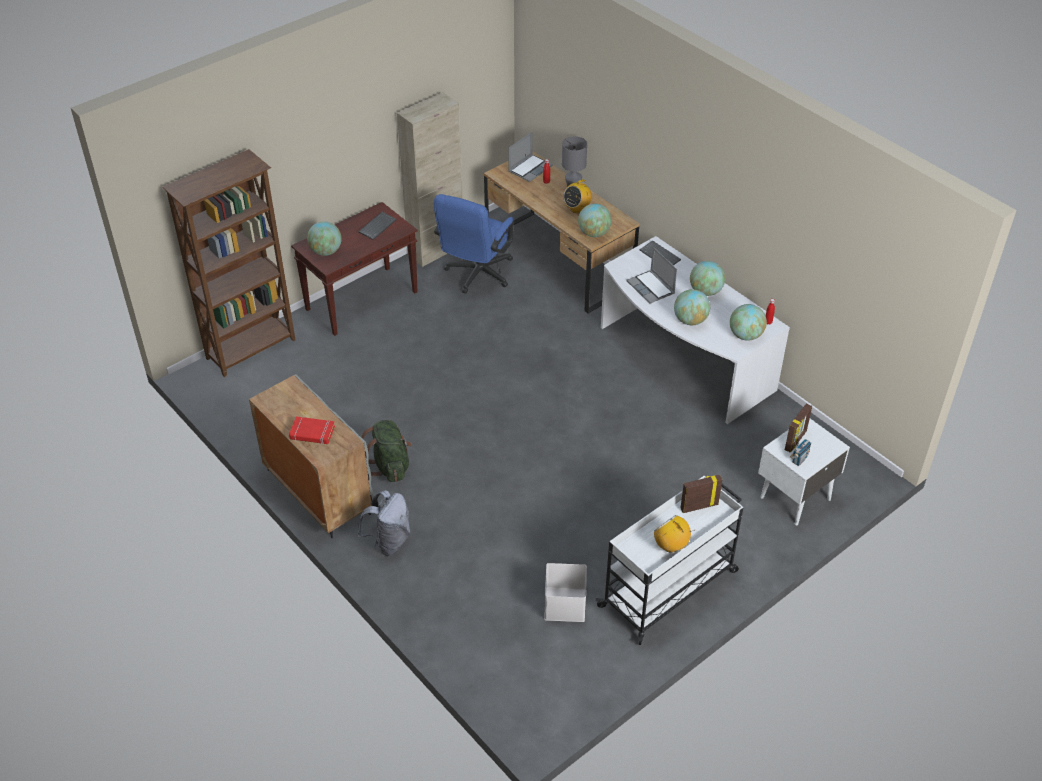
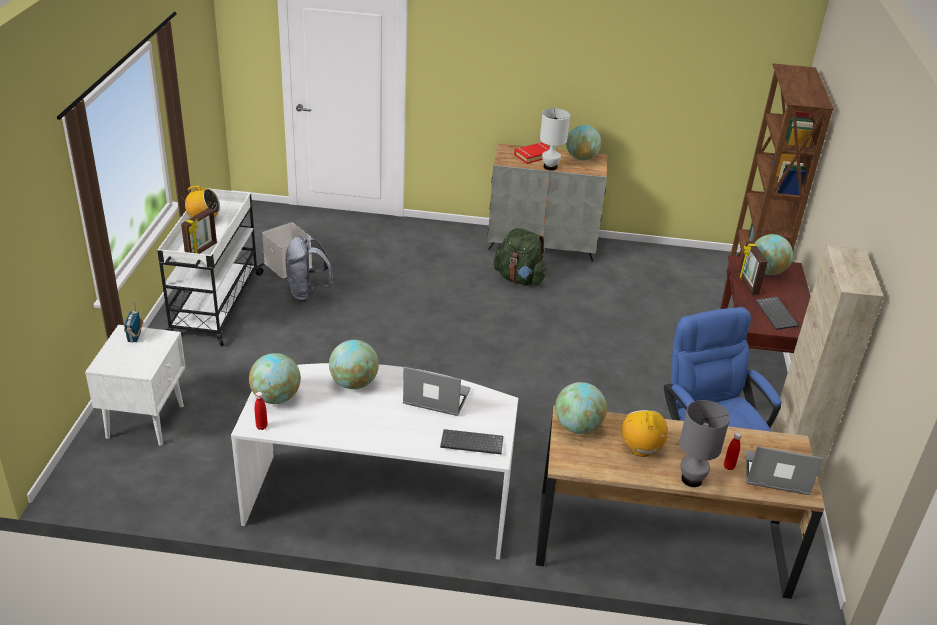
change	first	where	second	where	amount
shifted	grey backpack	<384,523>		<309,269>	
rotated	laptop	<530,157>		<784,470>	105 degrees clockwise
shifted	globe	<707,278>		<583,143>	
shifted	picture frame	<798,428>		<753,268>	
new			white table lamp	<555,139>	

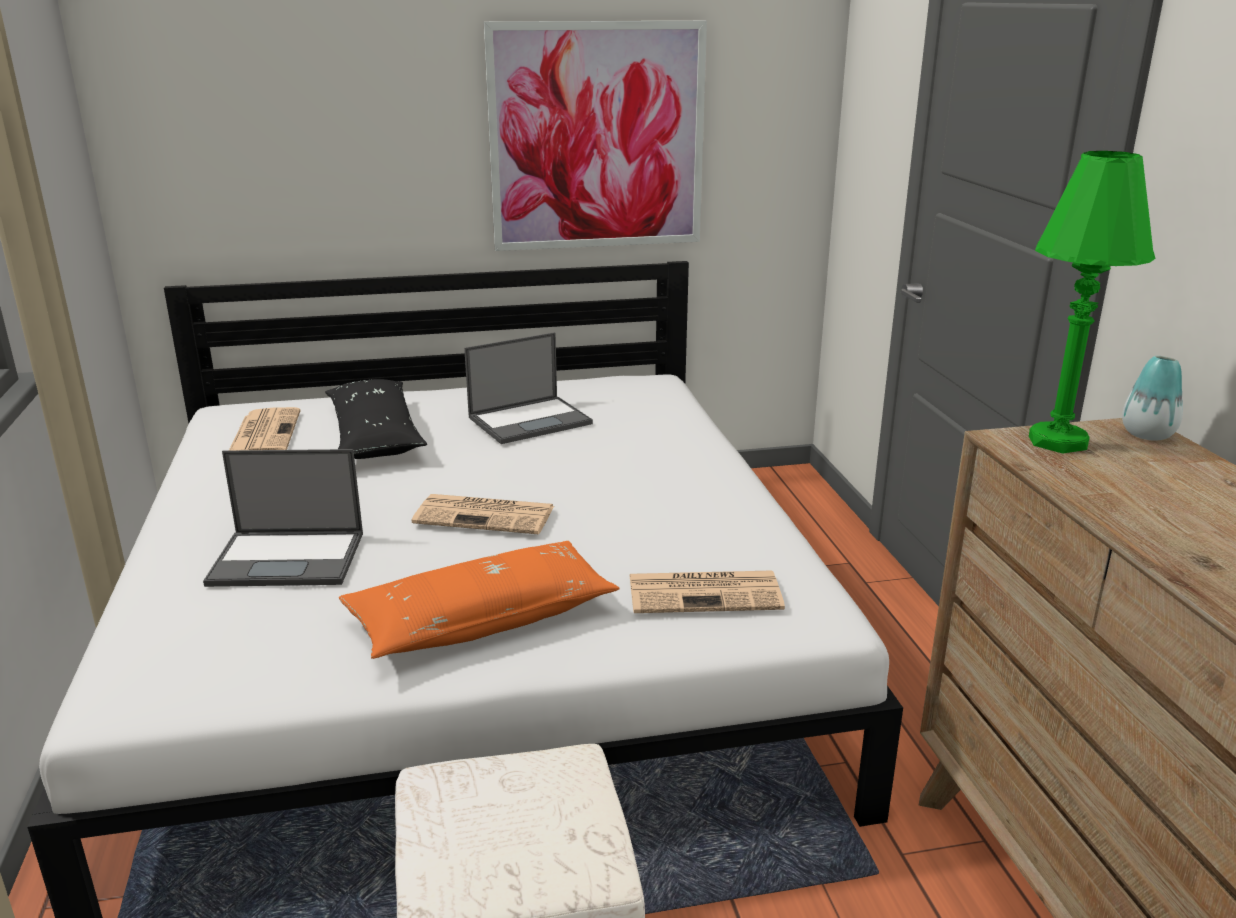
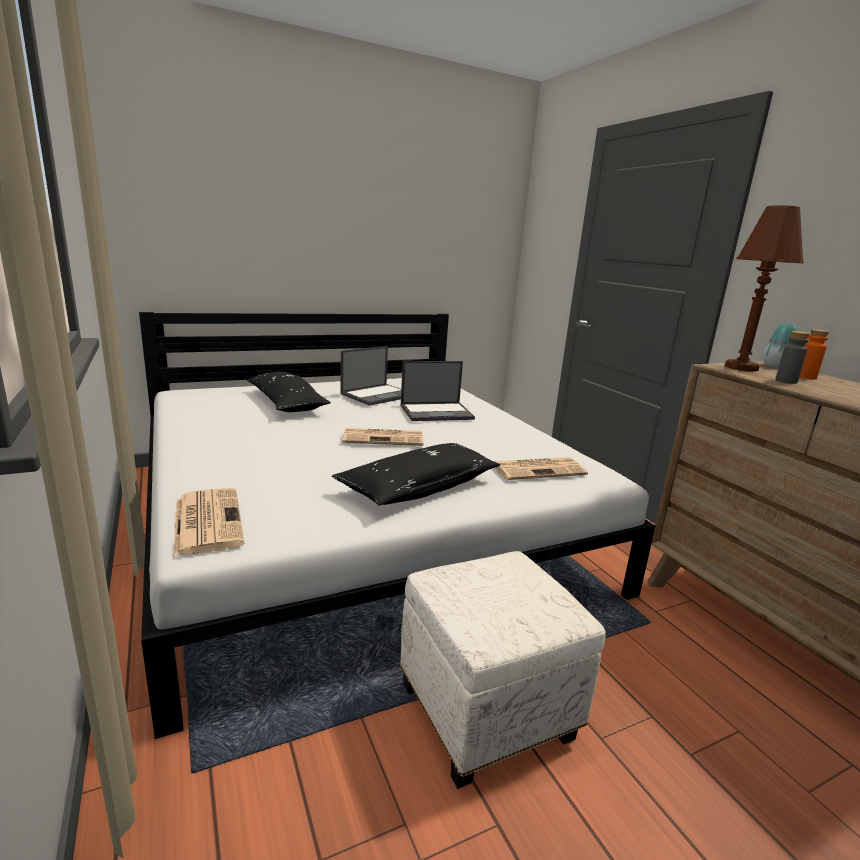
change	first	where	second	where	amount
shifted	laptop	<283,518>		<438,391>	
shifted	newspaper	<265,428>		<209,522>	
repainted	orange pillow	<479,600>	black pillow	<416,474>	
gone	picture	<595,136>			
repainted	green table lamp	<1092,302>	brown table lamp	<764,288>	
new			grey bottle	<792,357>	
new			orange bottle	<814,354>	

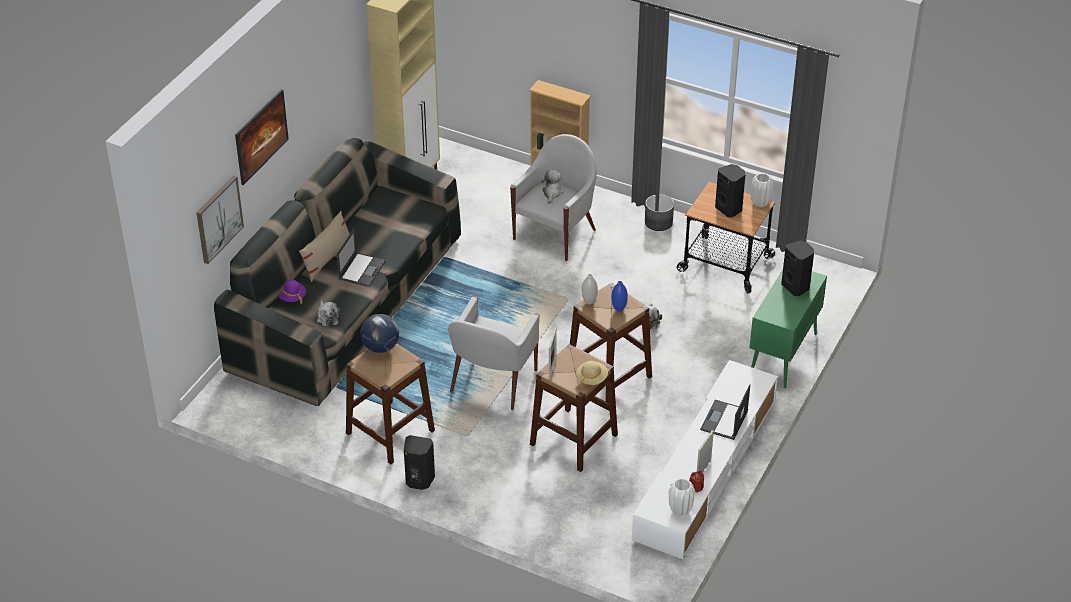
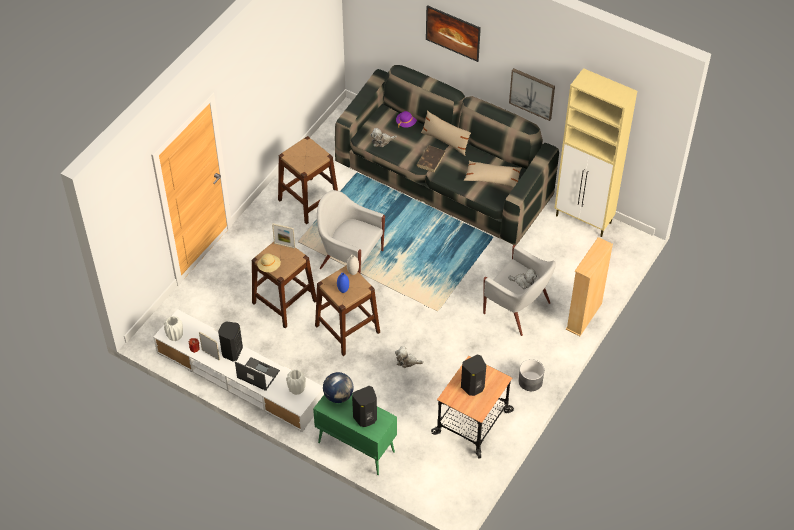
change	first	where	second	where	amount
shifted	picture	<220,220>		<532,94>	
swapped	laptop	<361,257>	brown book	<430,158>	
shifted	globe	<379,333>		<338,387>	
shifted	black speaker	<419,462>		<230,341>	
shifted	white vase	<762,190>		<296,382>	
new			beige pillow	<493,174>	

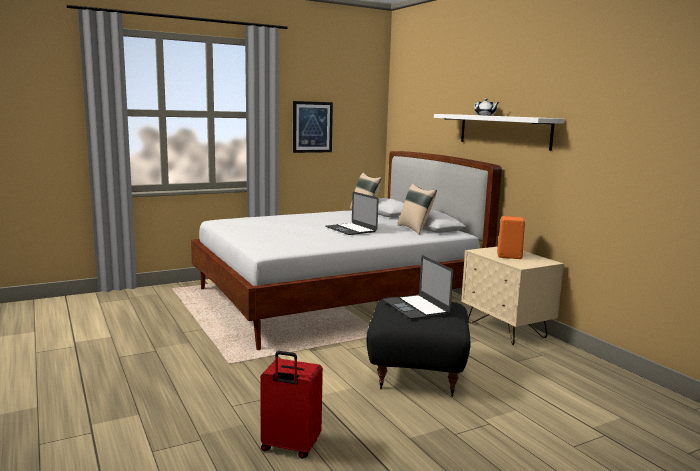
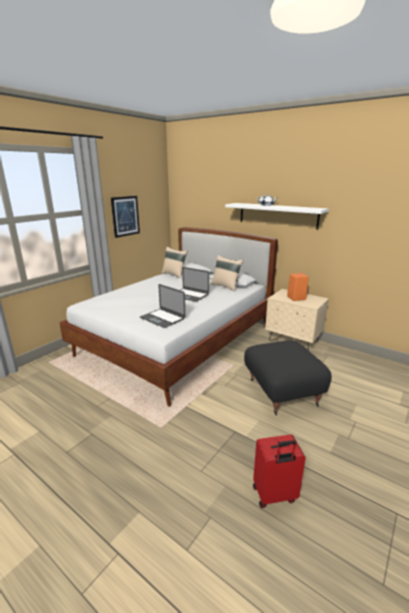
change	first	where	second	where	amount
shifted	laptop	<418,287>		<162,306>	

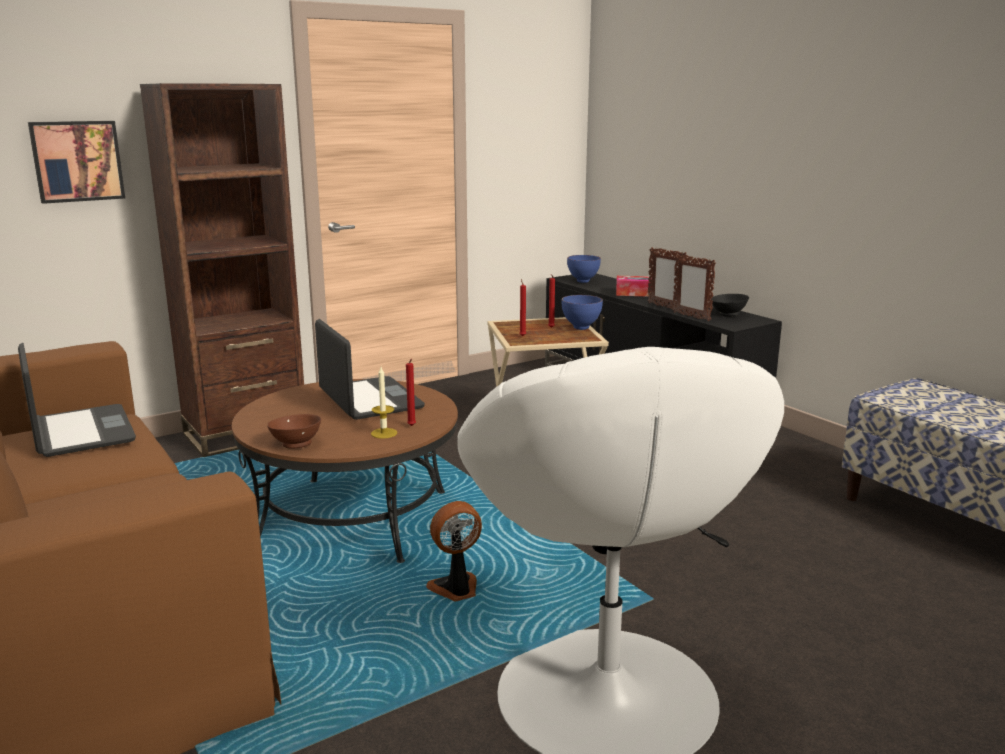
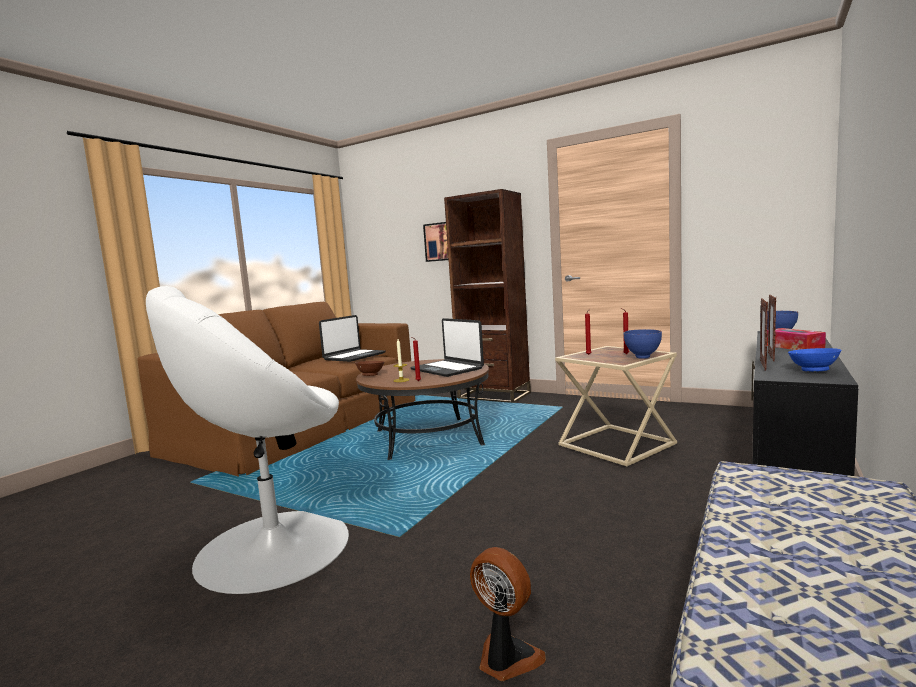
change	first	where	second	where	amount
rotated	laptop	<370,369>		<447,347>	105 degrees clockwise
shifted	fan	<454,551>		<508,614>	
repainted	black bowl	<729,305>	blue bowl	<814,360>	

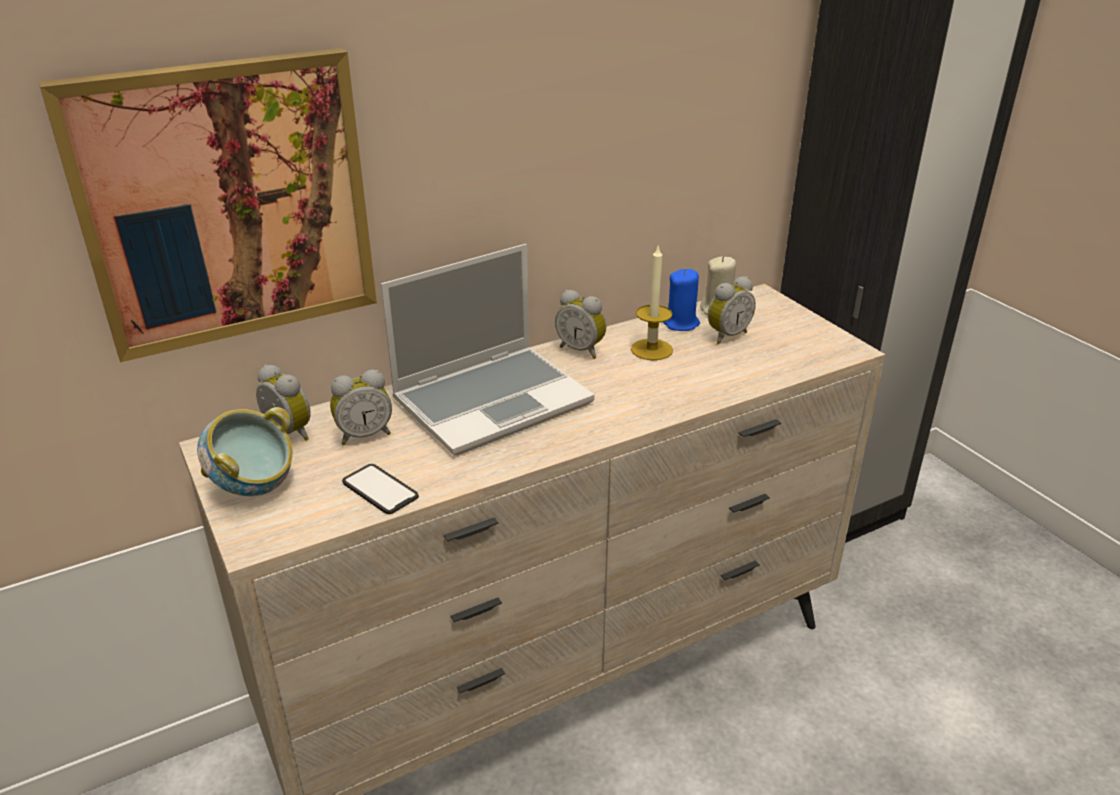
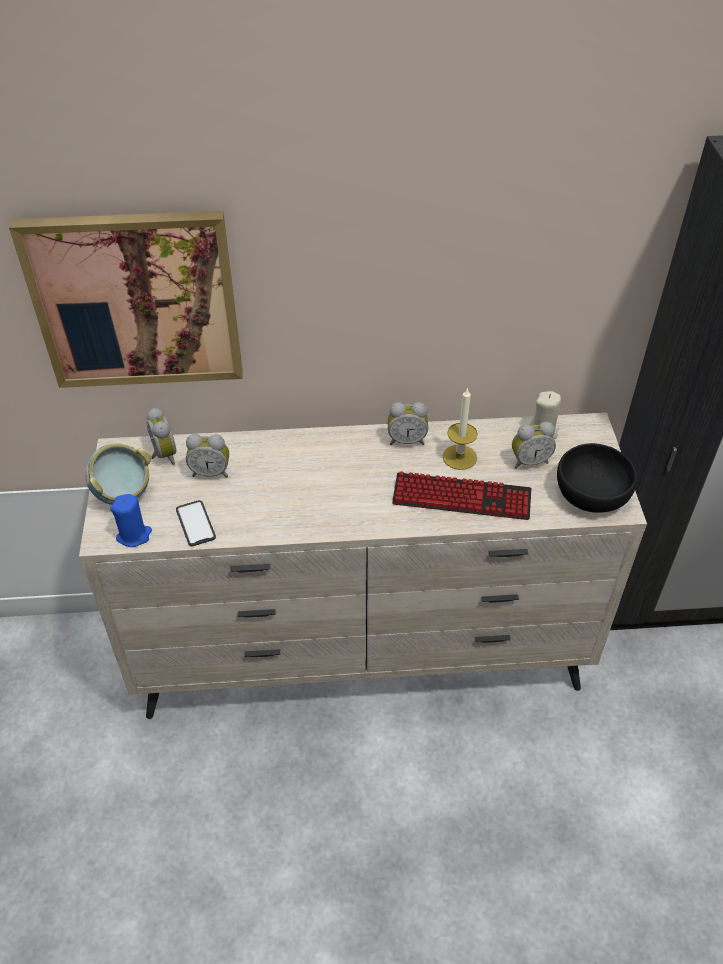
change	first	where	second	where	amount
gone	laptop	<488,350>			
rotated	alarm clock	<581,324>		<407,423>	60 degrees counterclockwise
shifted	blue candle	<681,300>		<131,520>	
new			keyboard	<461,495>	
new			black bowl	<597,478>	

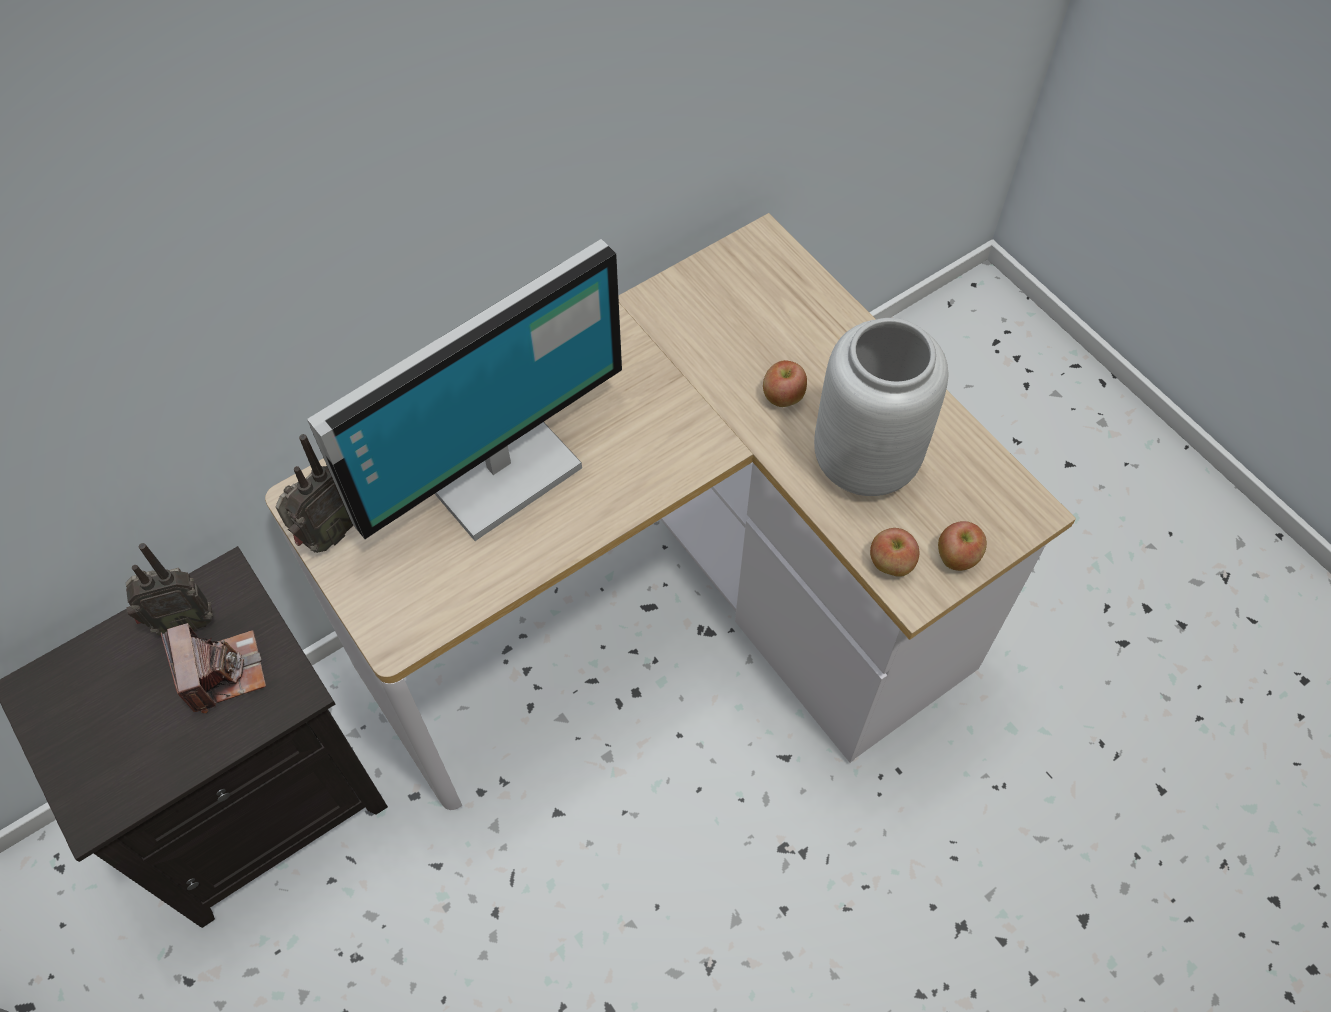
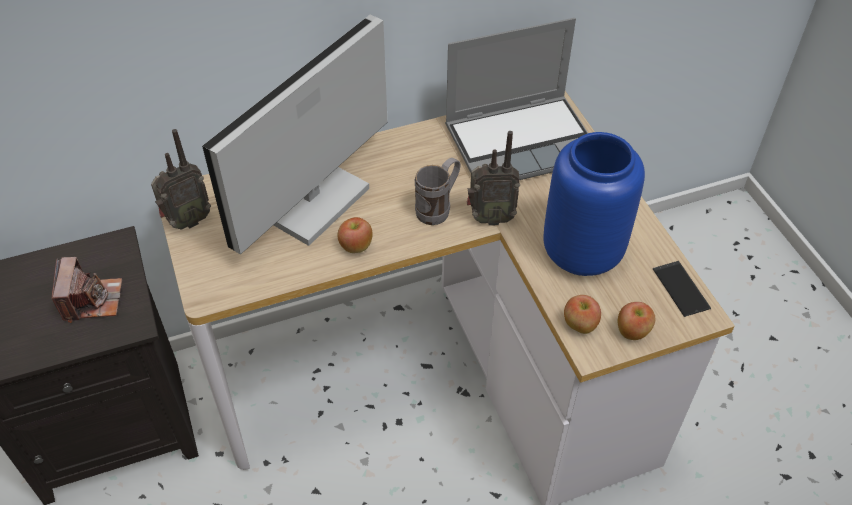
change	first	where	second	where	amount
shifted	radio	<169,589>		<493,178>	
rotated	monitor	<464,390>		<294,135>	150 degrees clockwise
shifted	apple	<785,383>		<355,235>	
repainted	grey vase	<881,407>	blue vase	<594,204>	
new			grey mug	<438,191>	
new			laptop	<516,99>	
new			phone	<682,289>	

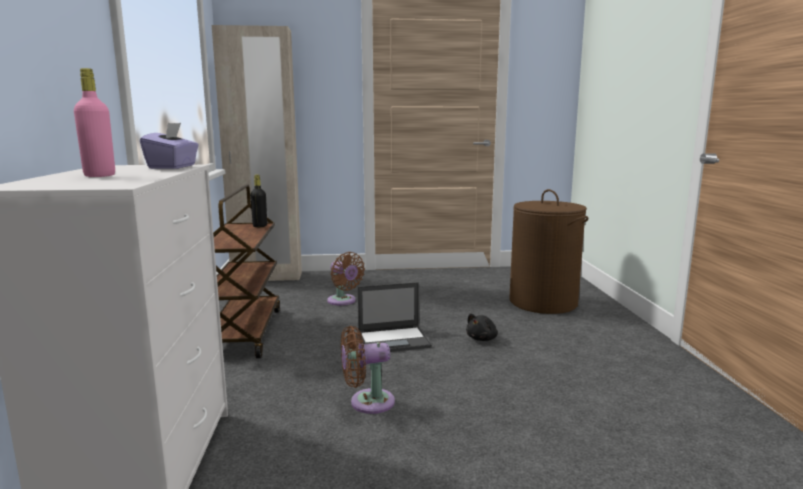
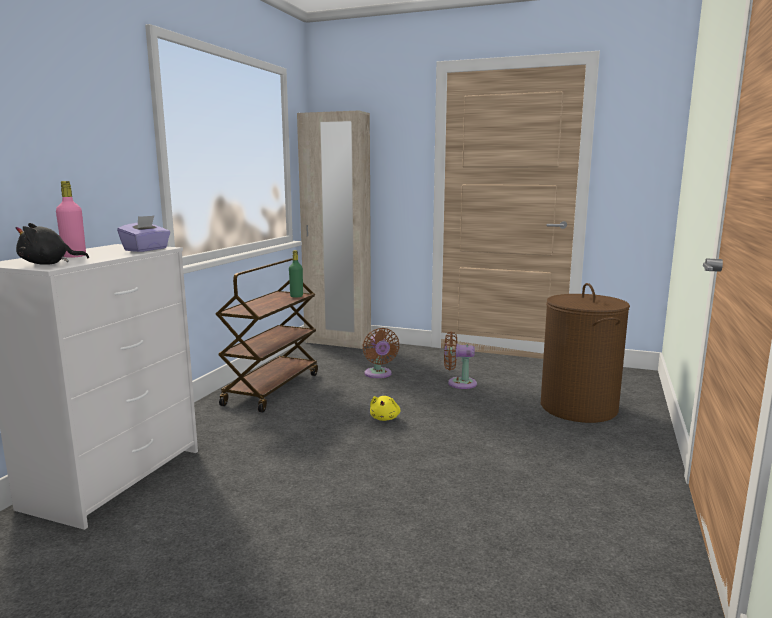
change	first	where	second	where	amount
repainted	black bottle	<258,201>	green bottle	<296,274>	
shifted	brown fan	<368,370>		<460,360>	
swapped	laptop	<395,317>	yellow plush toy	<385,408>	
shifted	black plush toy	<482,327>		<52,244>	

